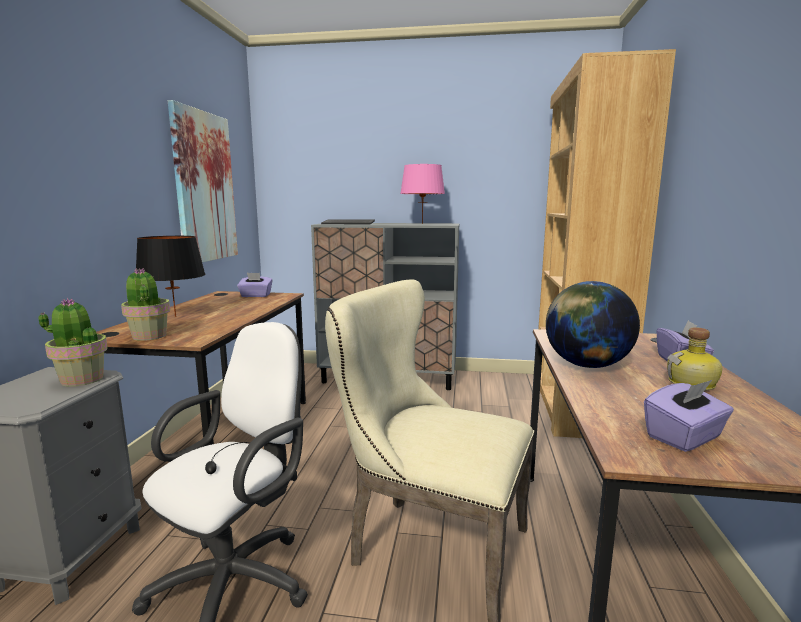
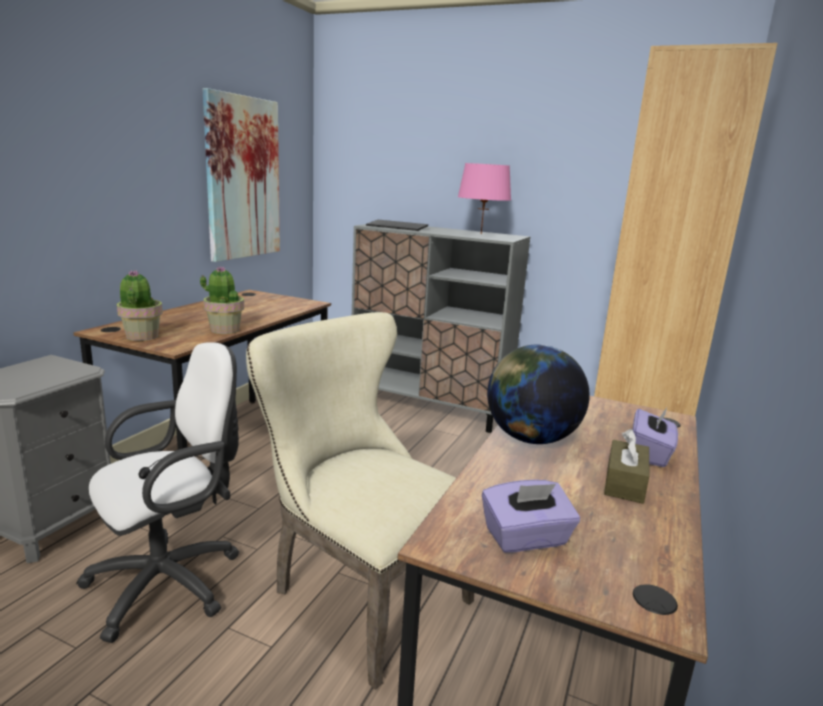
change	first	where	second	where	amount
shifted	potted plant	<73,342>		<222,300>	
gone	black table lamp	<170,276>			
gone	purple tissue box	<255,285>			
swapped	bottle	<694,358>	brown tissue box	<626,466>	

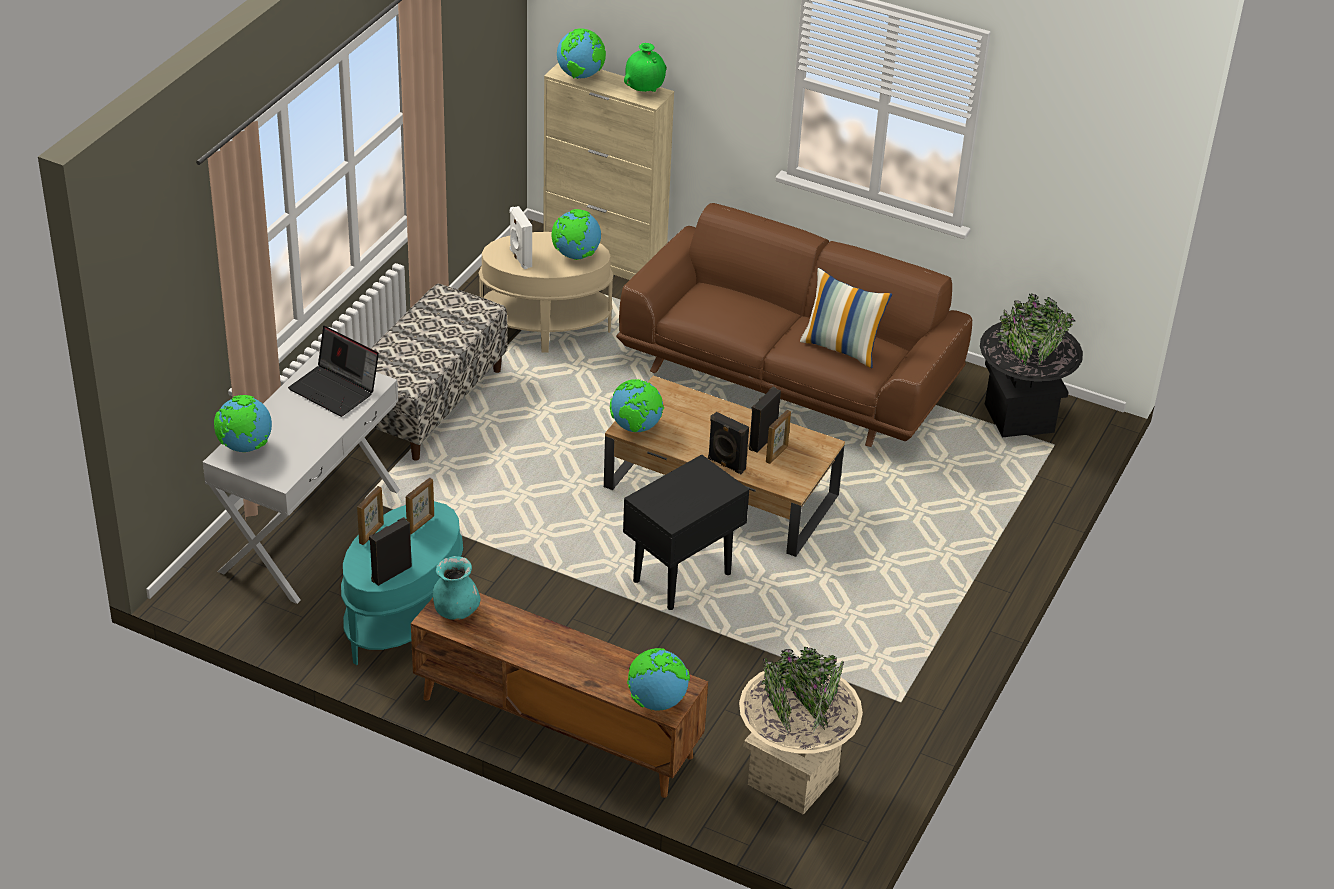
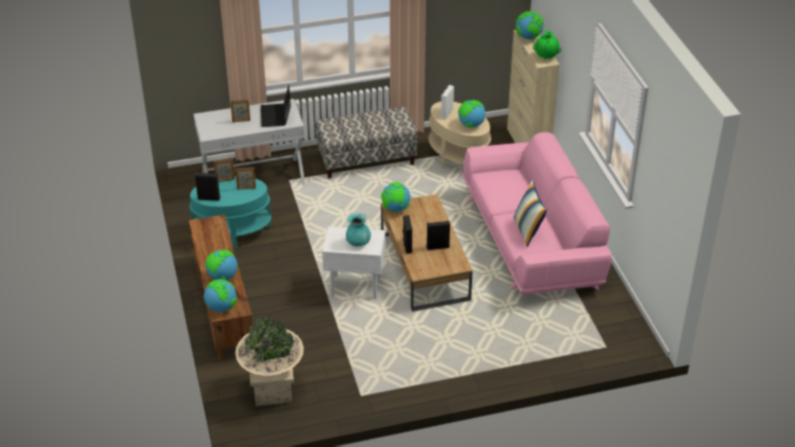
change	first	where	second	where	amount
shifted	globe	<243,423>		<221,265>	
shifted	turquoise vase	<457,588>		<358,229>	
repainted	brown sofa	<794,325>	pink sofa	<537,213>	
repainted	black side table	<686,532>	white side table	<353,263>	
shifted	picture frame	<778,437>		<240,111>	
gone	black planter	<1031,365>			

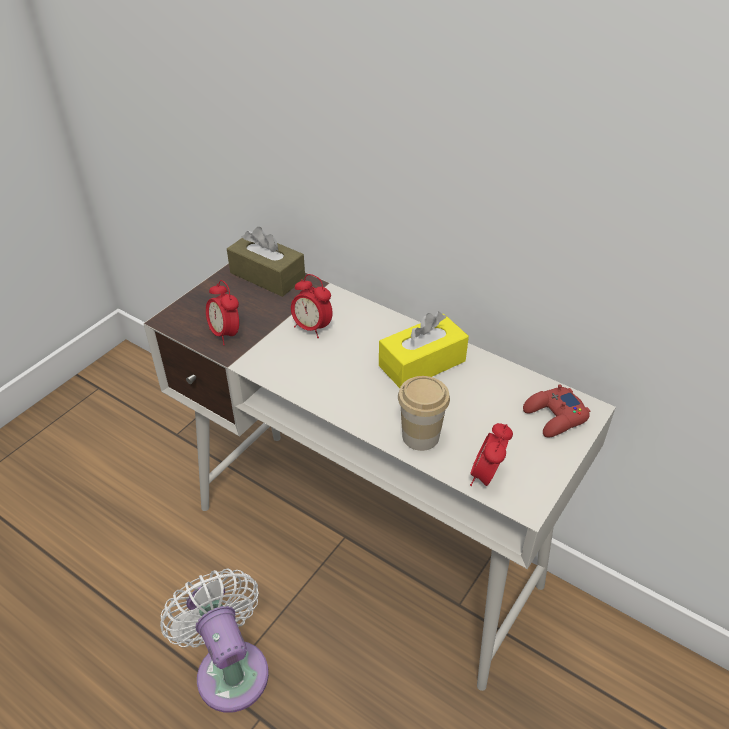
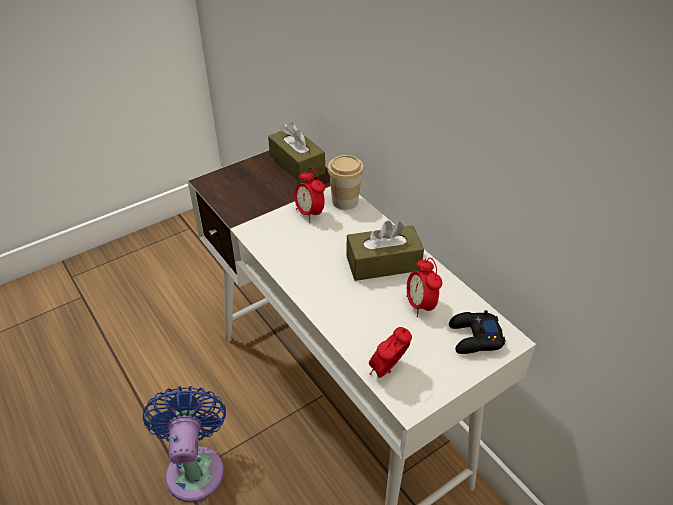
change	first	where	second	where	amount
repainted	white fan	<214,641>	blue fan	<184,444>	
shifted	alarm clock	<222,312>		<424,287>	
repainted	yellow tissue box	<424,350>	brown tissue box	<385,250>	
shifted	cup	<424,413>		<345,182>	
repainted	red game controller	<557,411>	black game controller	<477,332>	

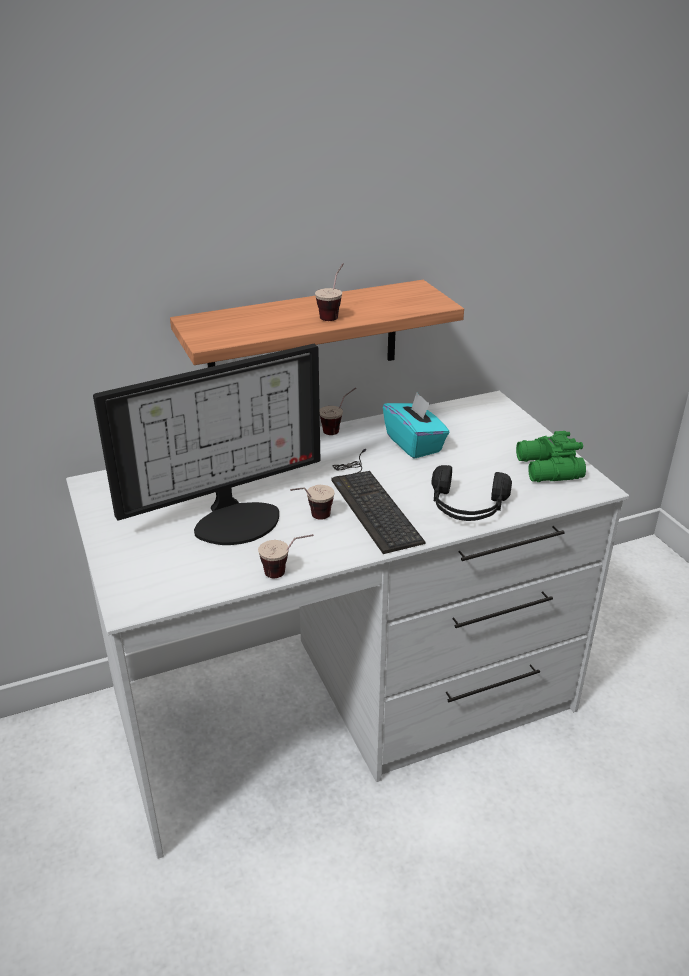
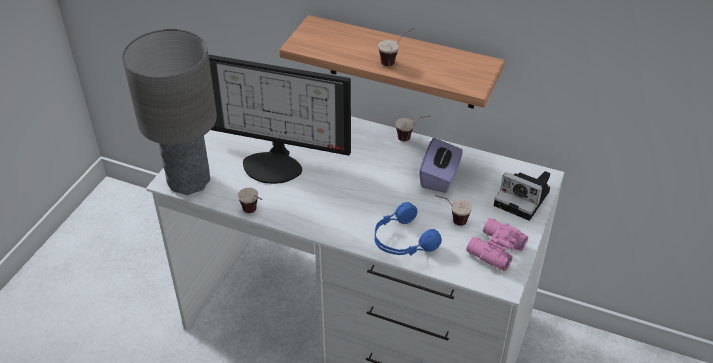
change	first	where	second	where	amount
shifted	cup	<312,502>		<453,210>	
gone	keyboard	<378,501>			
repainted	turquoise tissue box	<416,426>	purple tissue box	<441,165>	
repainted	black headphones	<472,493>	blue headphones	<408,228>	
repainted	green binoculars	<551,456>	pink binoculars	<497,244>	
new			grey table lamp	<169,112>	
new			photo camera	<522,196>	

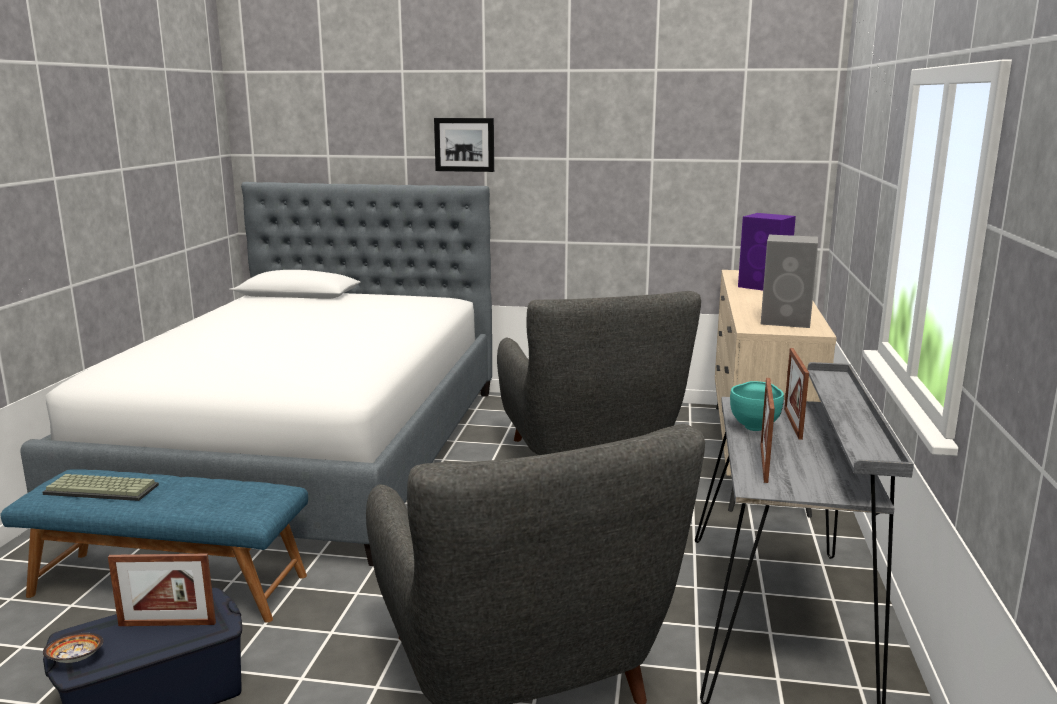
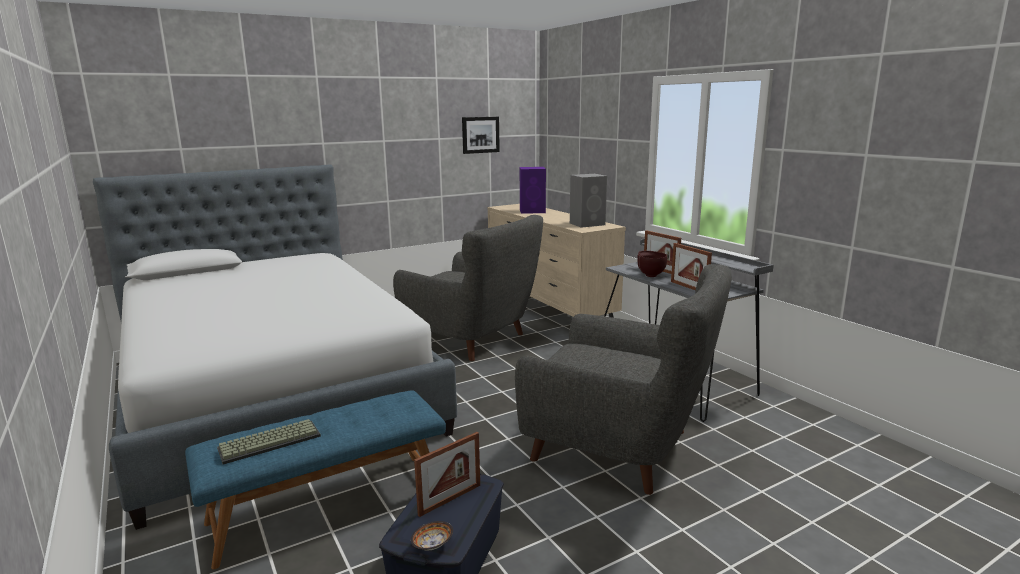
change	first	where	second	where	amount
shifted	picture	<464,145>		<481,135>	
repainted	turquoise bowl	<757,406>	brown bowl	<652,264>	

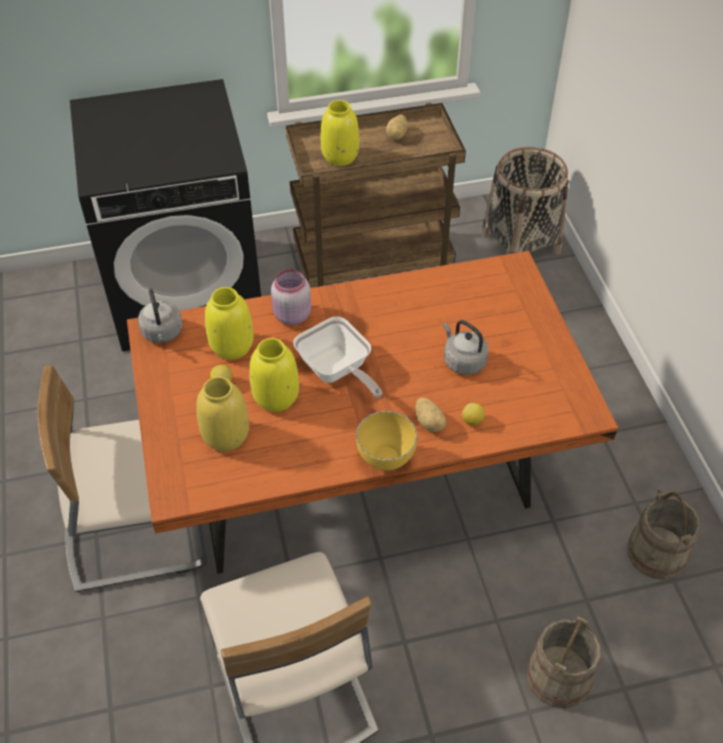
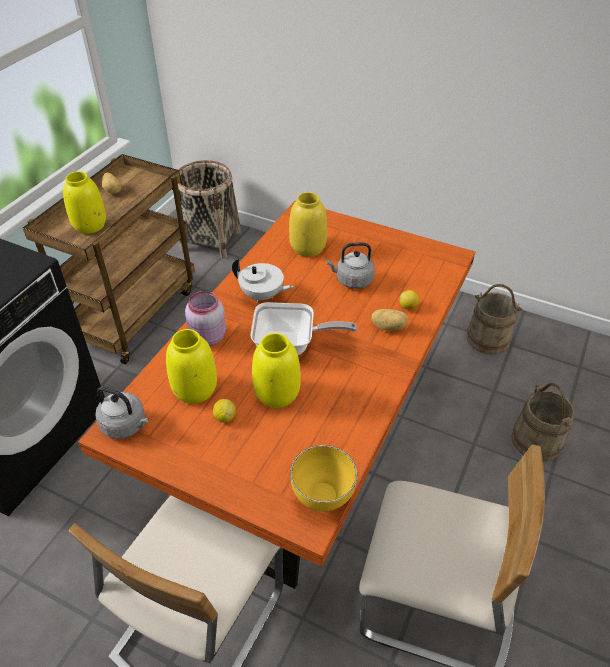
change	first	where	second	where	amount
shifted	yellow vase	<222,414>		<308,224>	
shifted	yellow bowl	<387,441>		<323,478>	
new			white teapot	<263,280>	

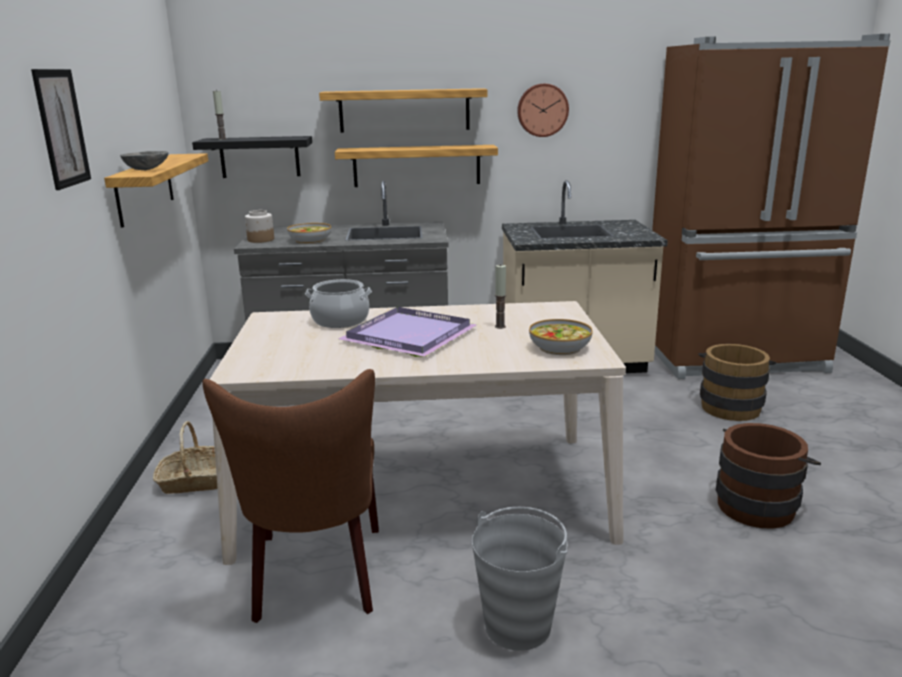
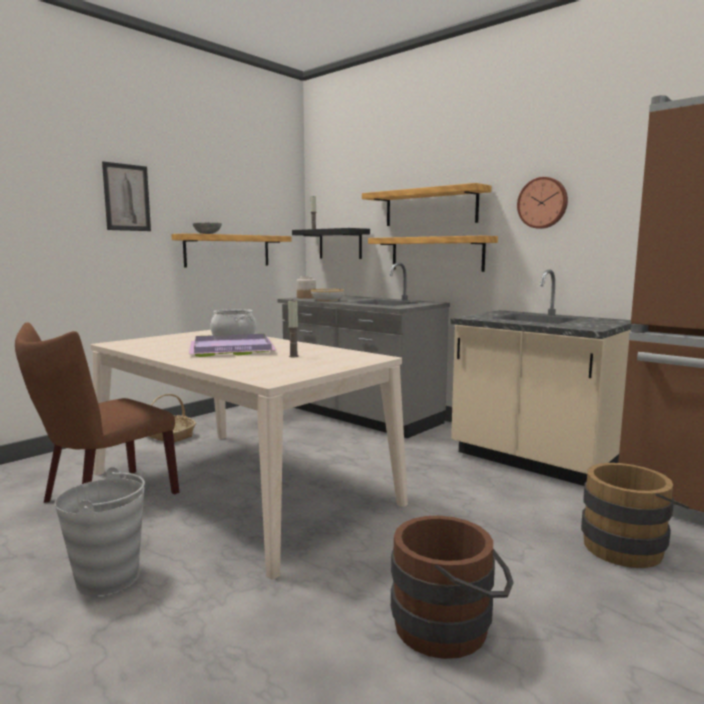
change	first	where	second	where	amount
gone	bowl	<561,337>			

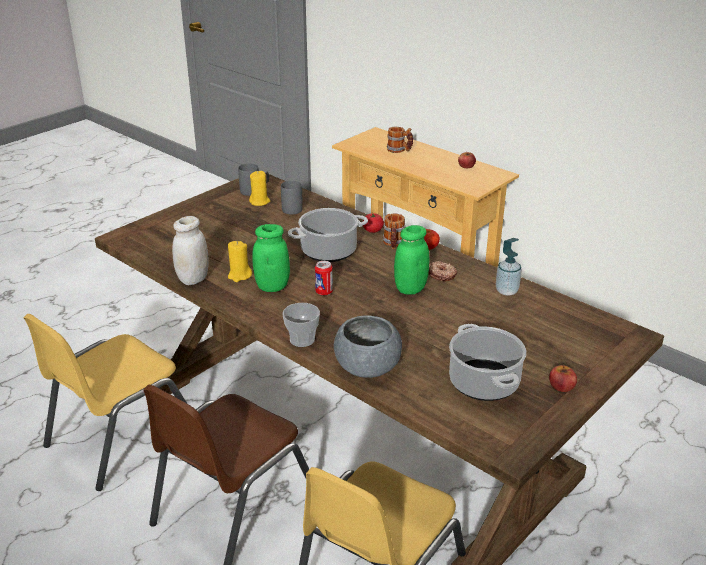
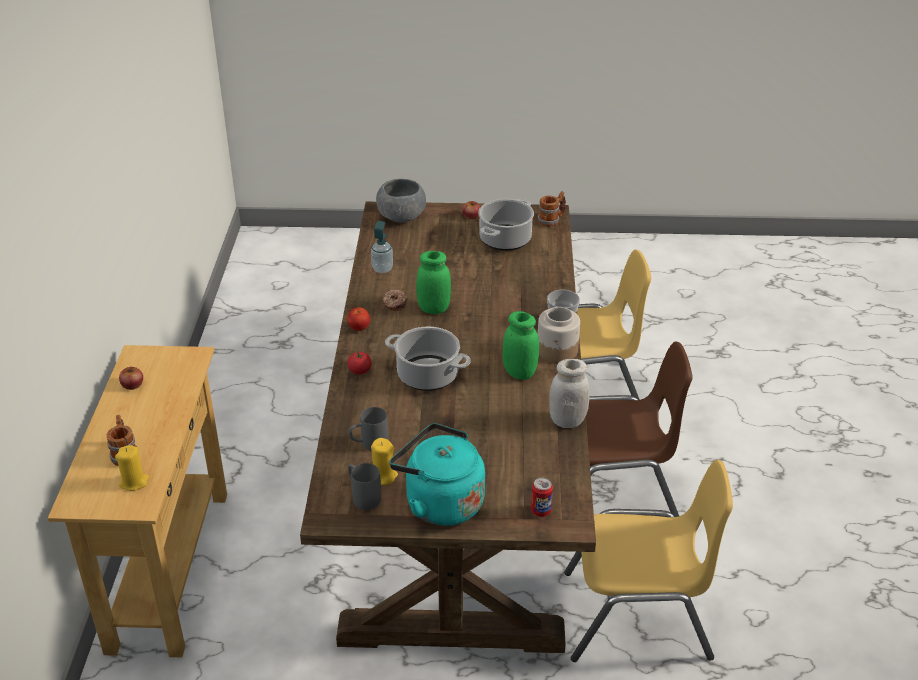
change	first	where	second	where	amount
shifted	yellow candle	<240,261>		<132,468>	
shifted	can	<324,278>		<542,497>	
shifted	grey bowl	<368,346>		<401,201>	
shifted	mug	<394,231>		<552,209>	
new			turquoise kettle	<437,474>	
new			jar	<559,335>	

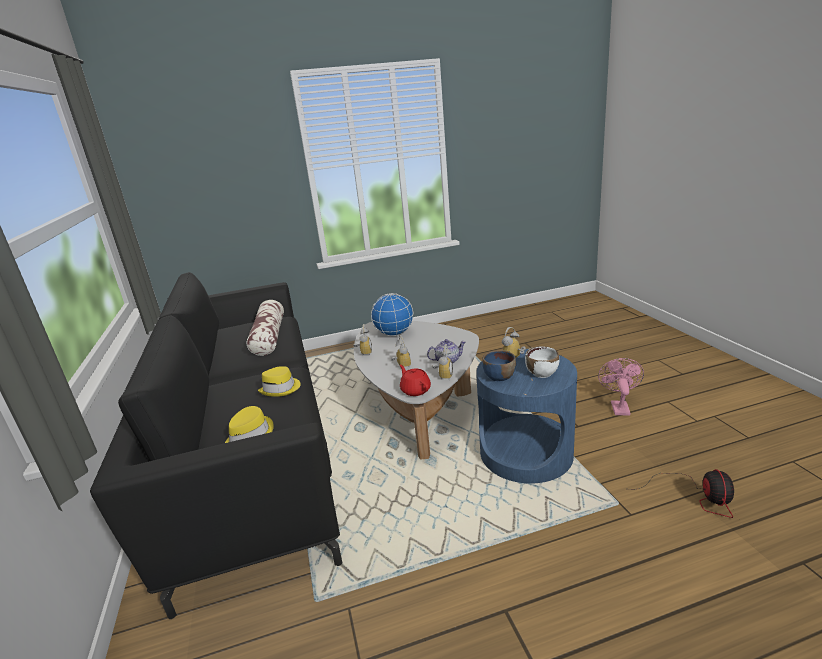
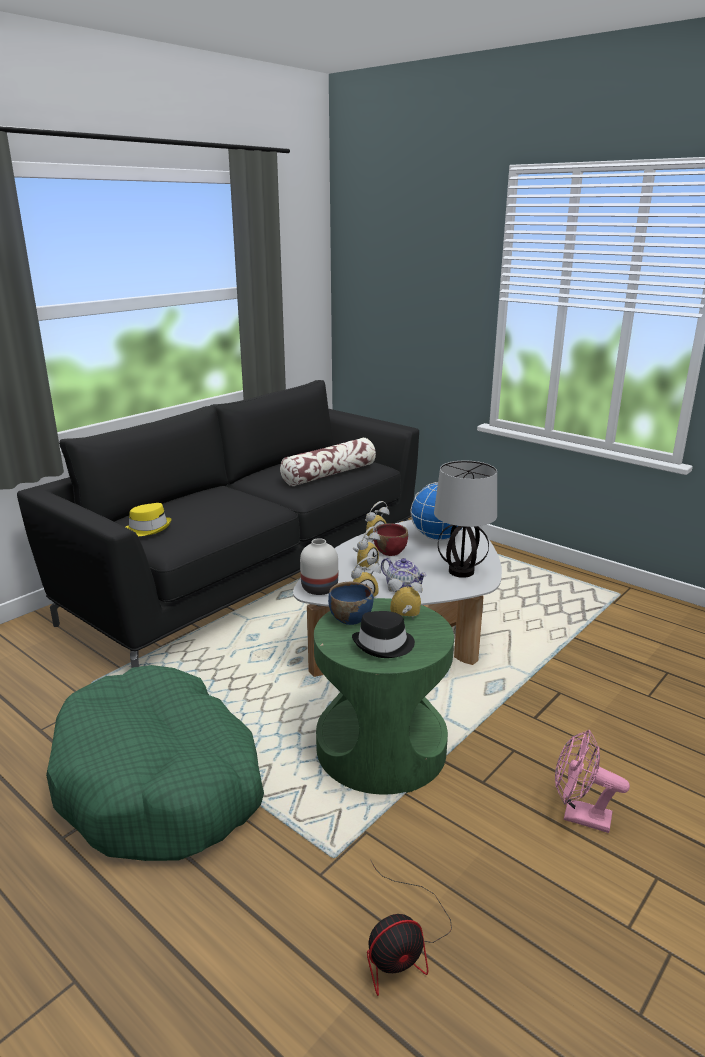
change	first	where	second	where	amount
gone	yellow hat	<279,381>			
swapped	red teapot	<415,380>	white vase	<319,566>	
repainted	blue side table	<526,416>	green side table	<384,696>	
swapped	white bowl	<542,362>	black hat	<383,634>	
rotated	pink fan	<621,387>		<592,781>	135 degrees counterclockwise
new			green dog bed	<155,763>	
new			red bowl	<390,539>	
new			table lamp	<465,519>	

